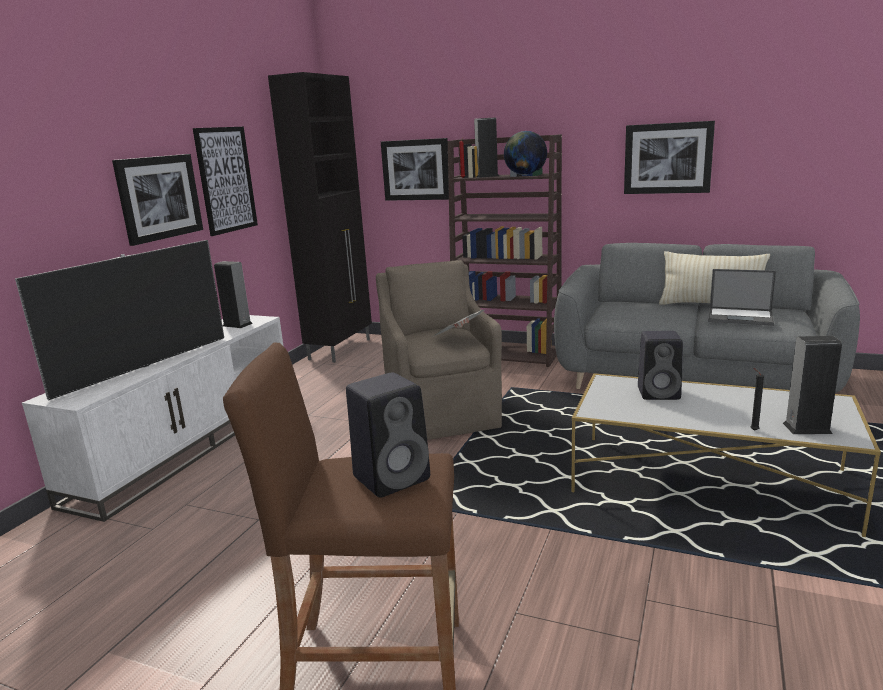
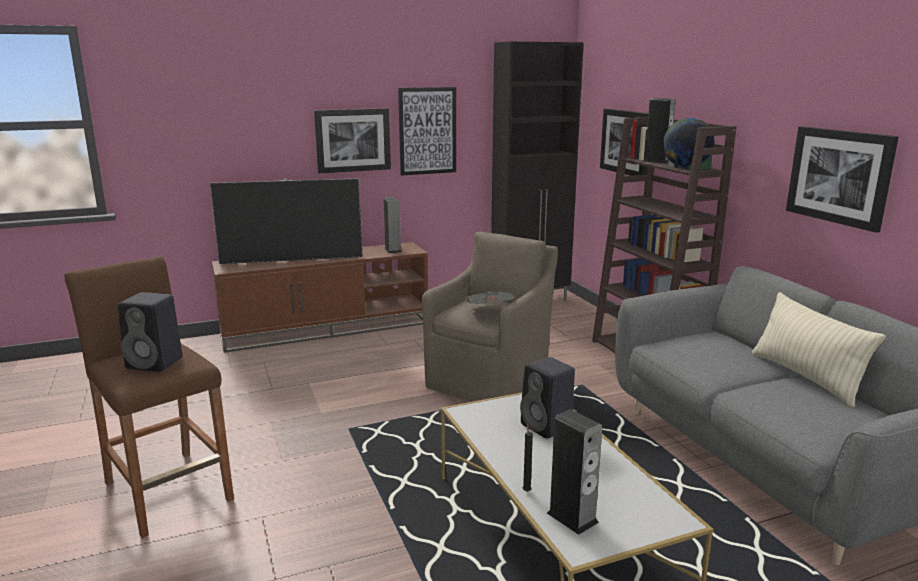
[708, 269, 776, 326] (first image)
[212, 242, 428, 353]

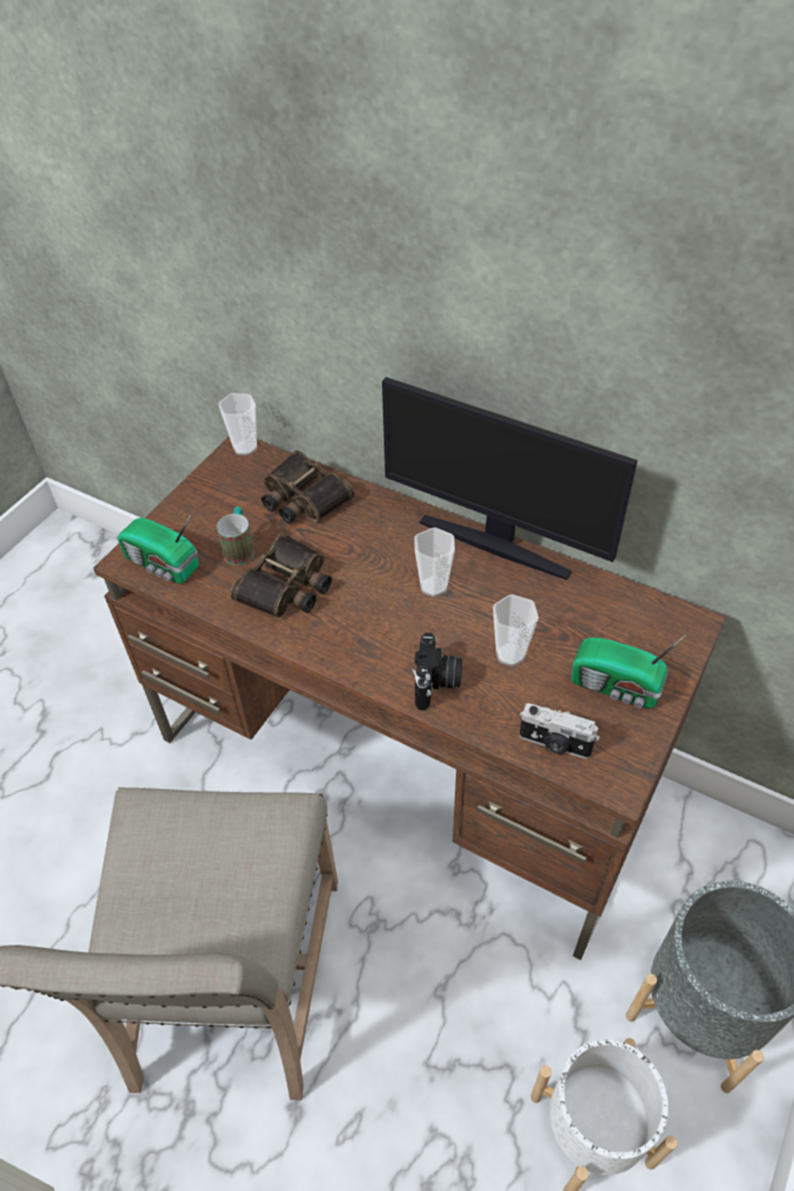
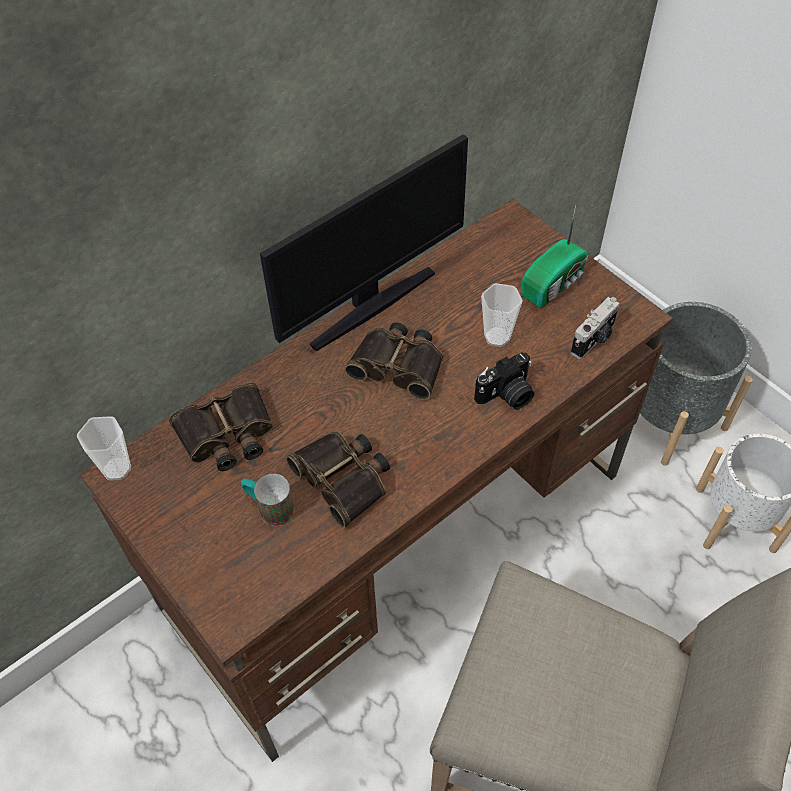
[118, 515, 199, 584] (first image)
[344, 322, 443, 400]
[474, 353, 534, 410]

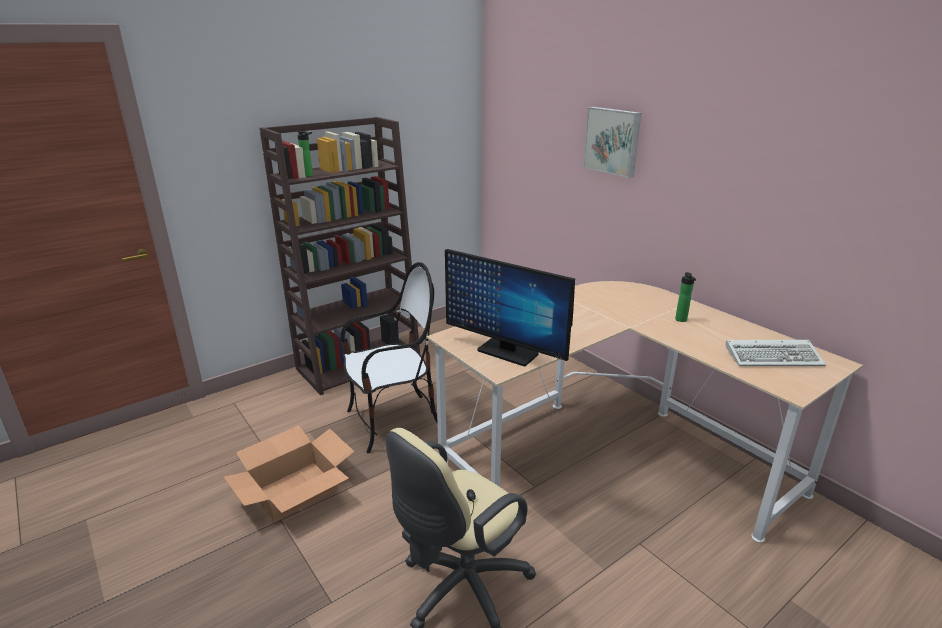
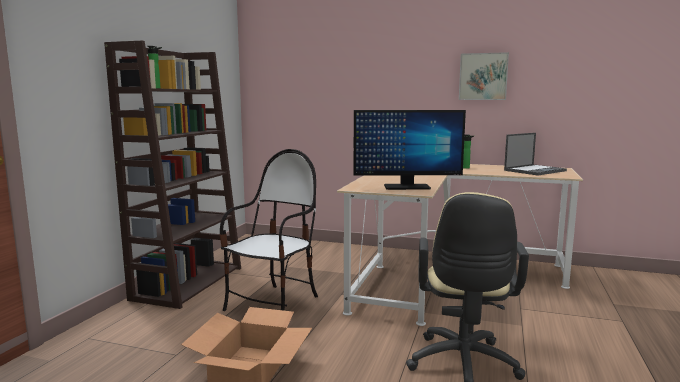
[459, 52, 509, 100]
[504, 133, 567, 175]

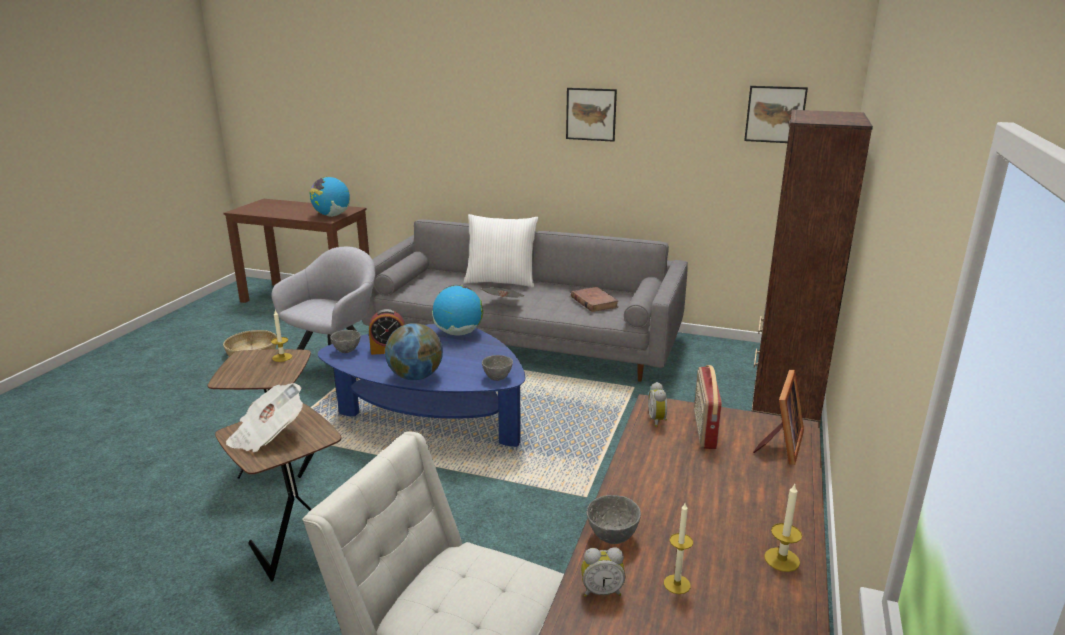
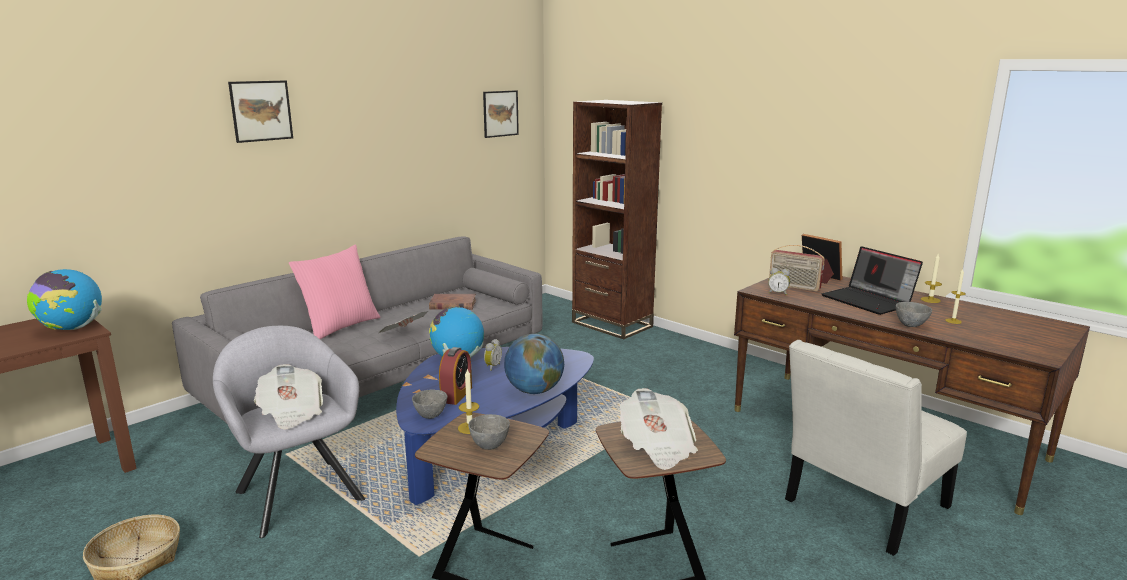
[254, 364, 323, 430]
[822, 246, 923, 315]
[468, 414, 510, 450]
[228, 81, 293, 143]
[484, 339, 502, 371]
[289, 245, 380, 339]

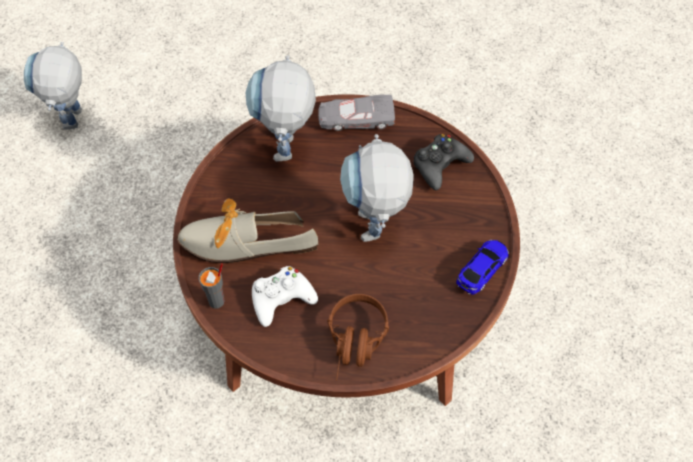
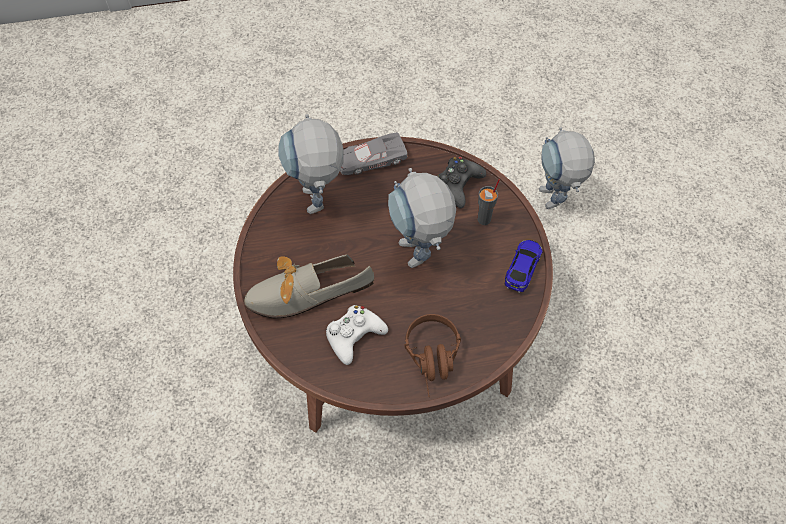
[539, 127, 595, 209]
[477, 179, 500, 225]

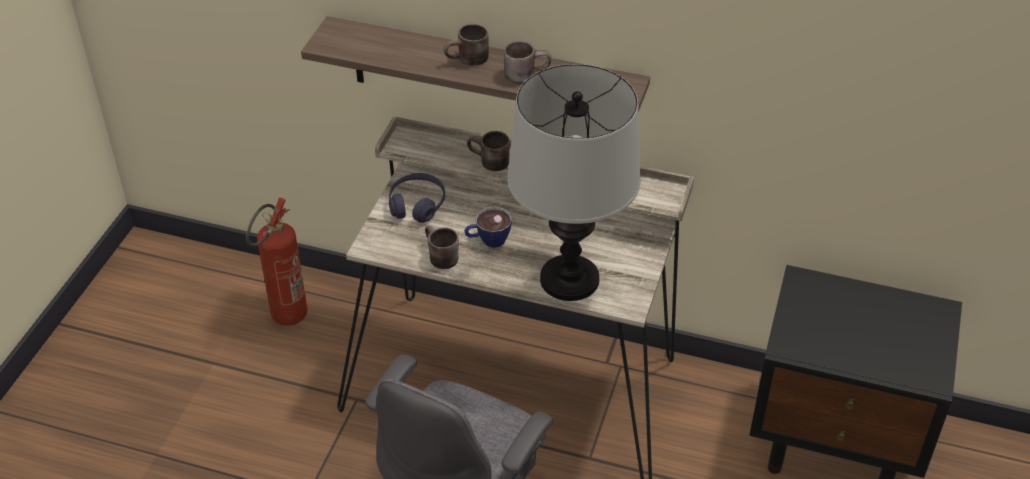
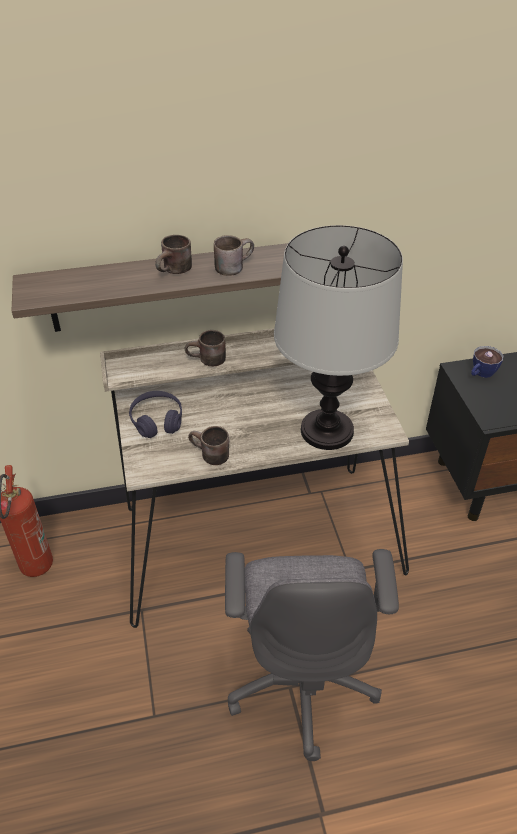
[471, 346, 503, 378]

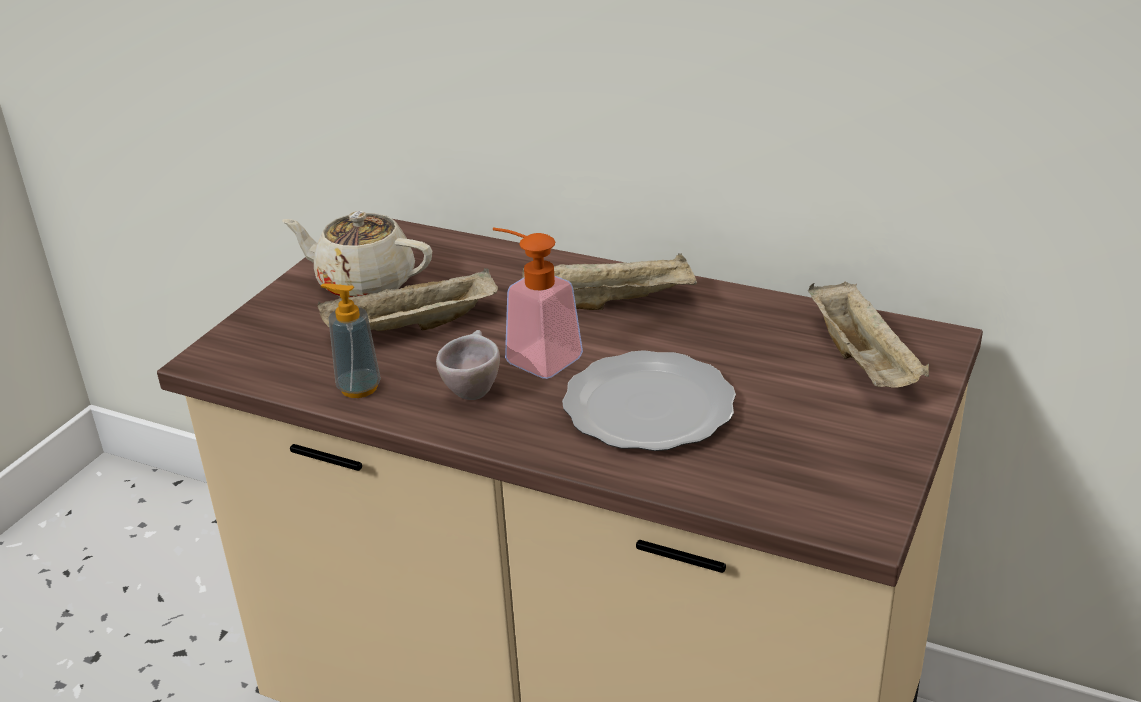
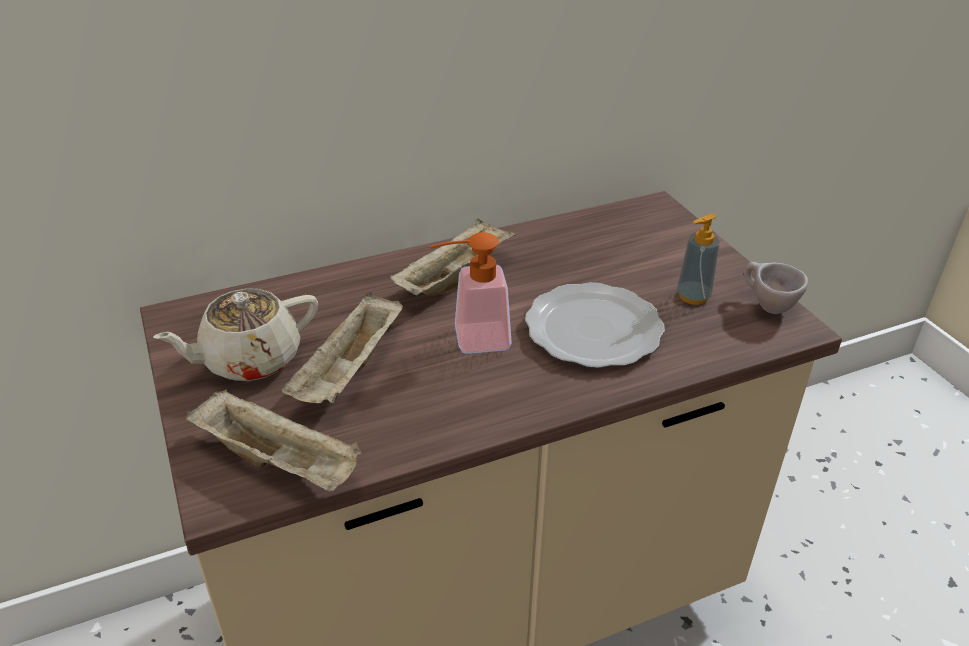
[677, 213, 720, 305]
[744, 262, 808, 314]
[186, 389, 361, 492]

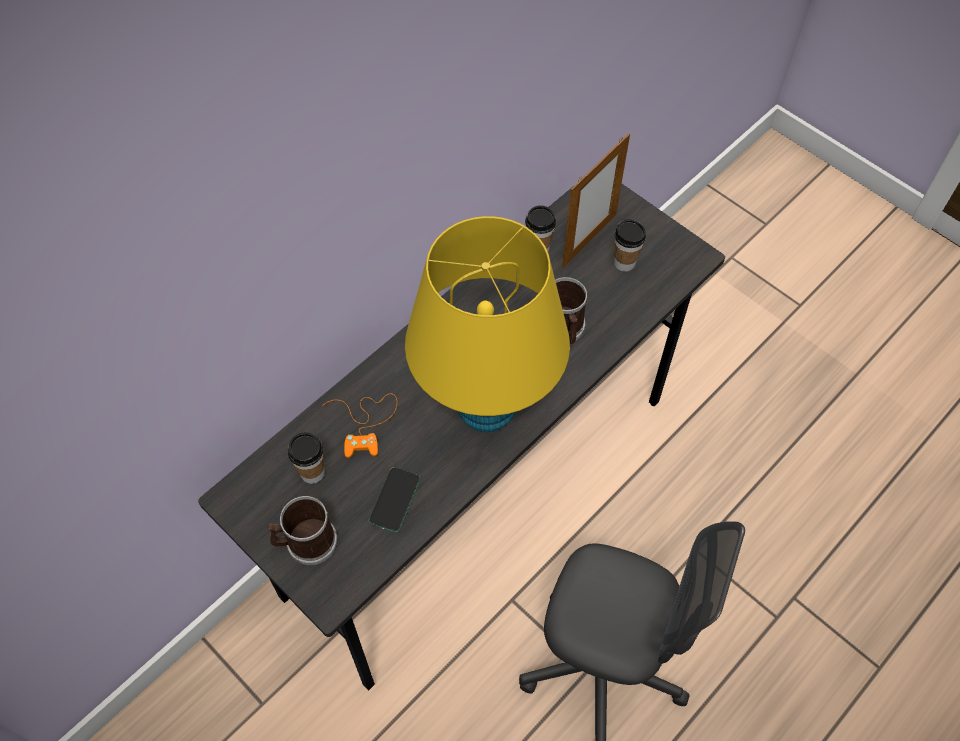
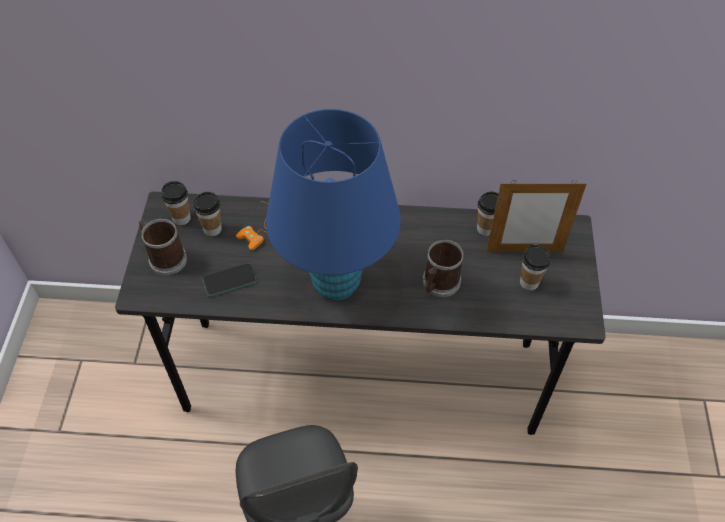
[161, 181, 191, 225]
[266, 109, 401, 301]

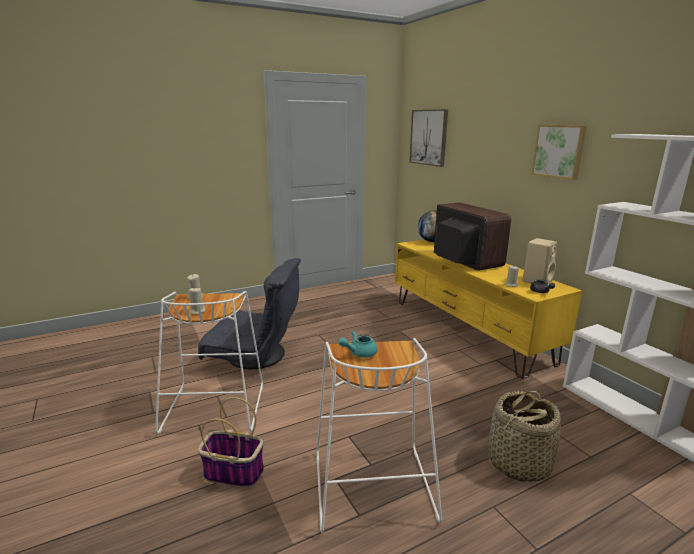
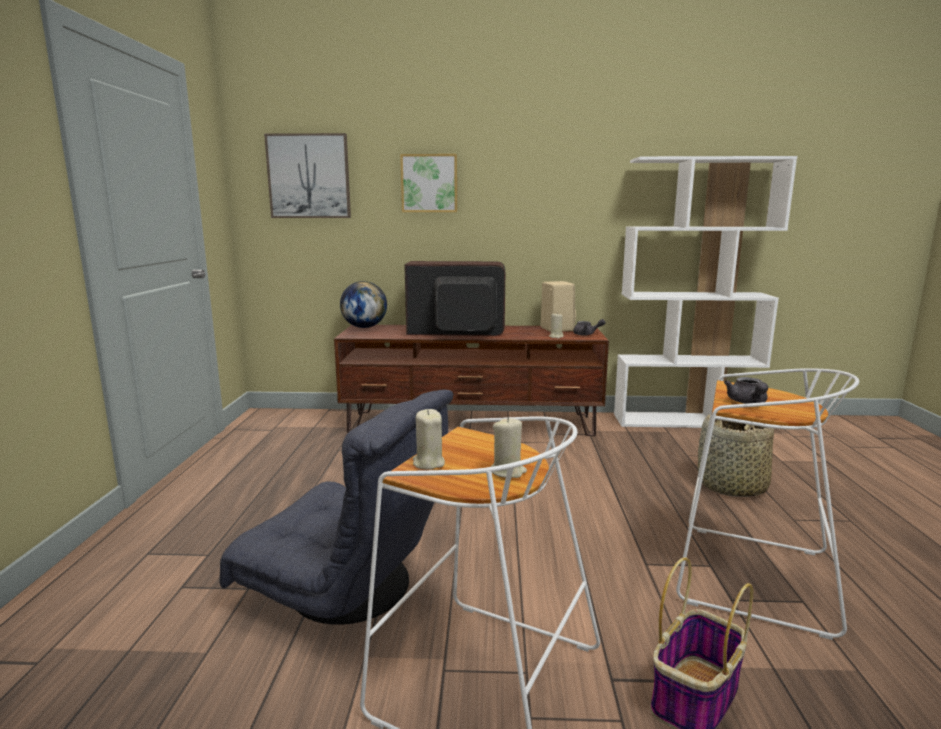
[400, 154, 457, 212]
[724, 377, 768, 404]
[334, 325, 609, 436]
[219, 390, 453, 625]

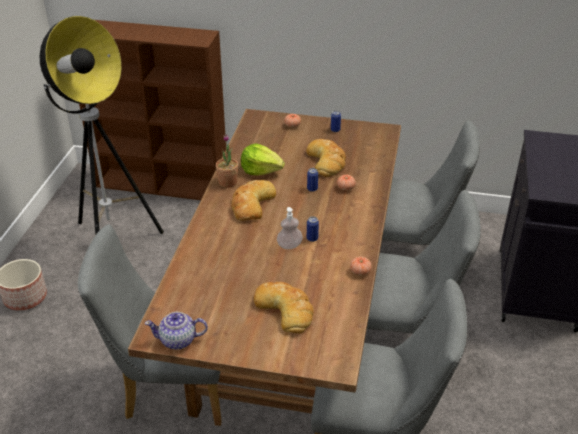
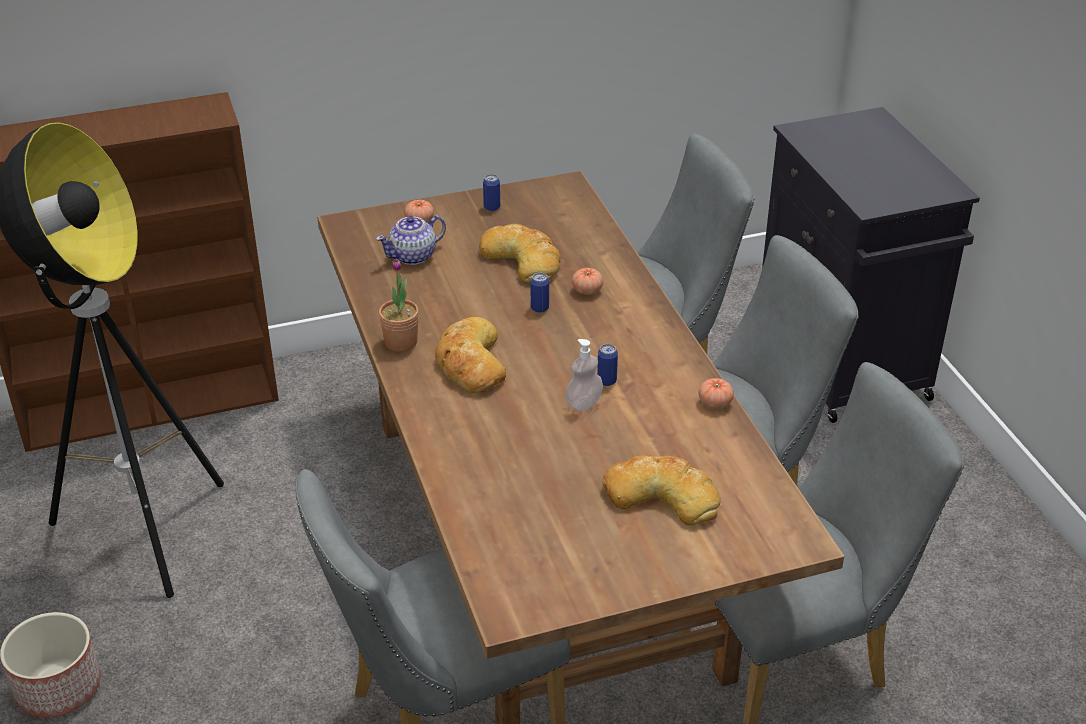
[241, 144, 285, 176] (first image)
[376, 215, 446, 265]

